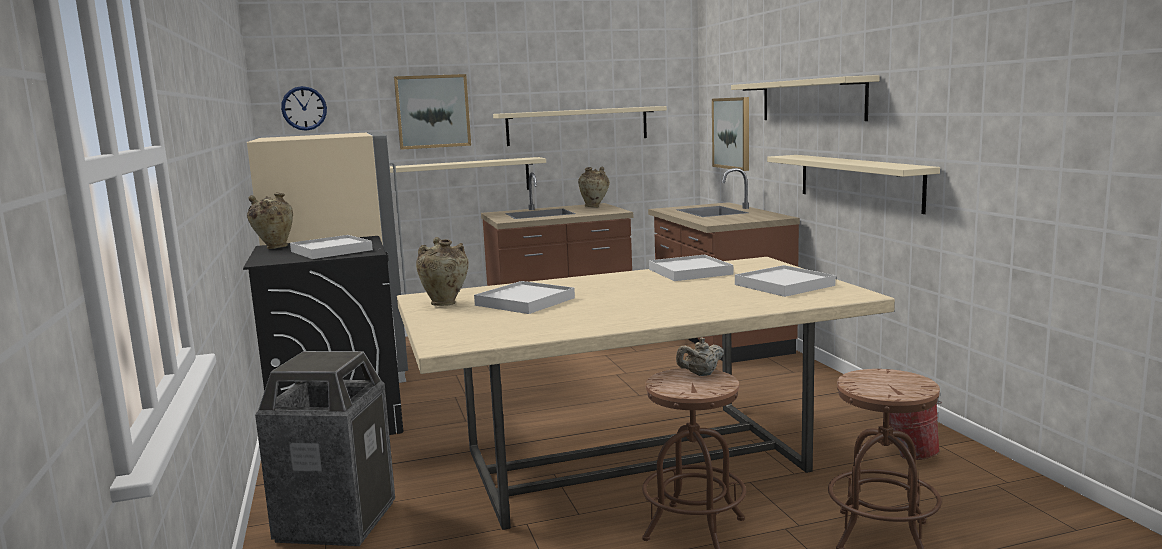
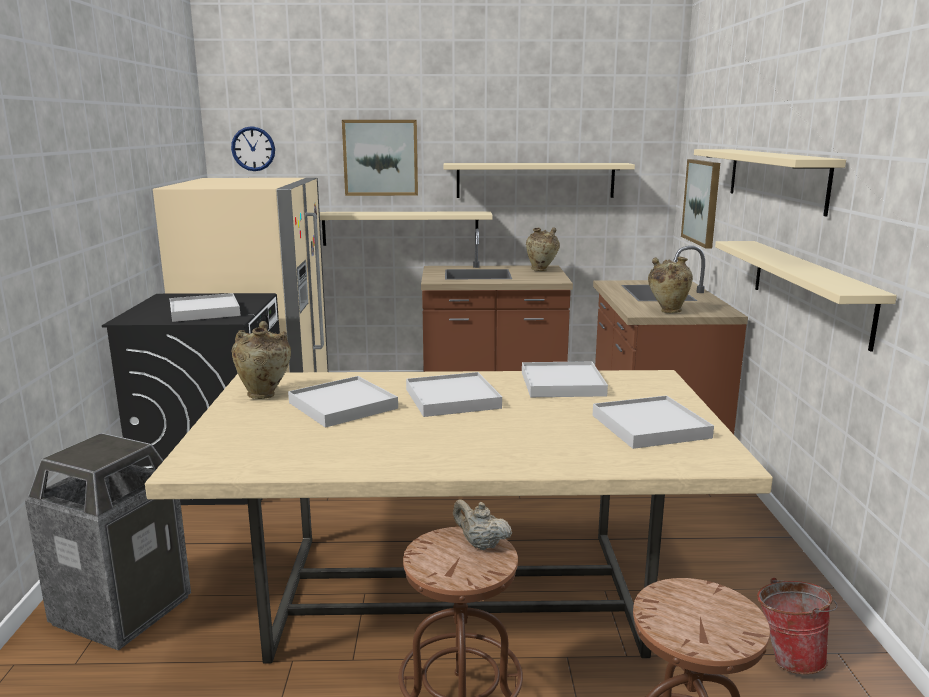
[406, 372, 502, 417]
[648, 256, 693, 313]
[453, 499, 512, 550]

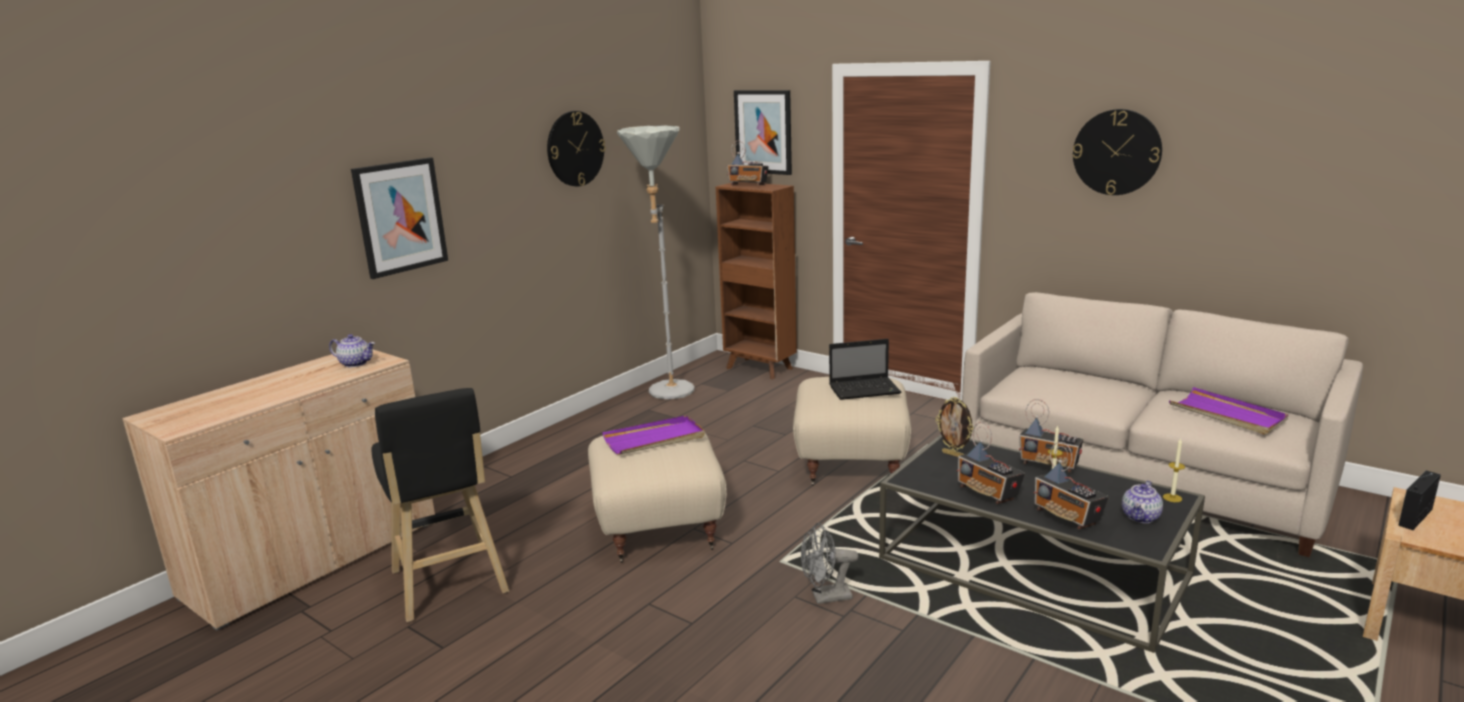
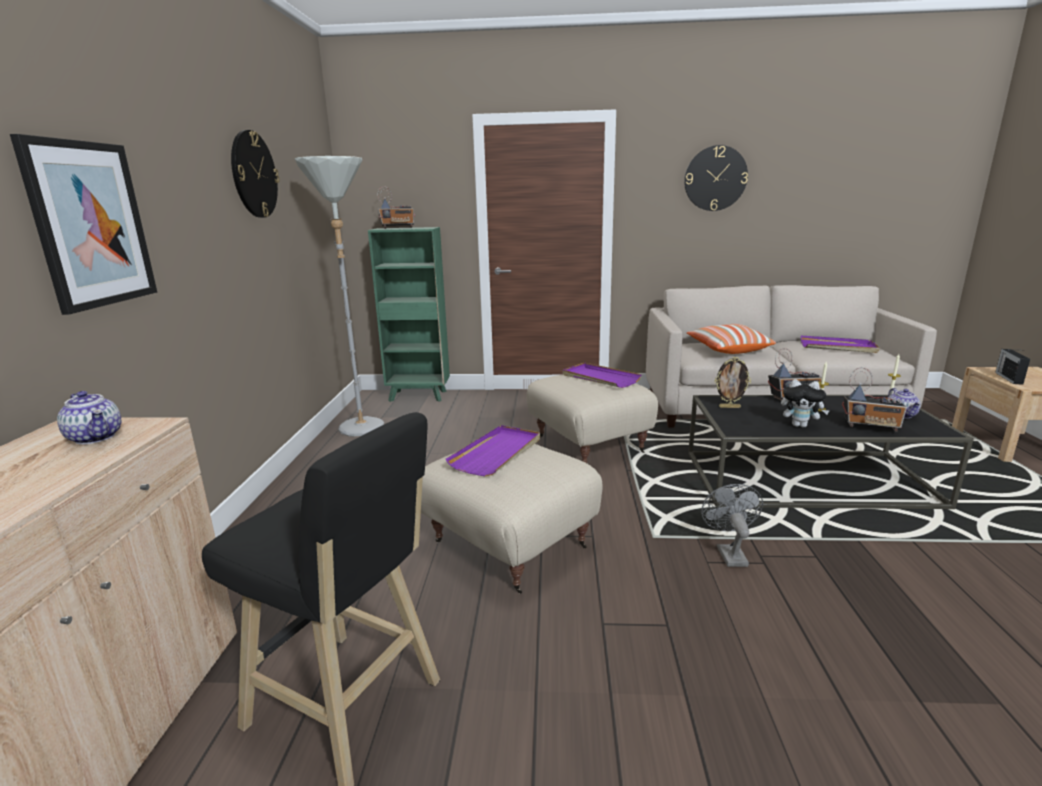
[734, 90, 792, 175] (first image)
[687, 324, 776, 354]
[563, 363, 642, 388]
[781, 379, 830, 428]
[368, 227, 450, 402]
[57, 391, 121, 444]
[701, 484, 763, 567]

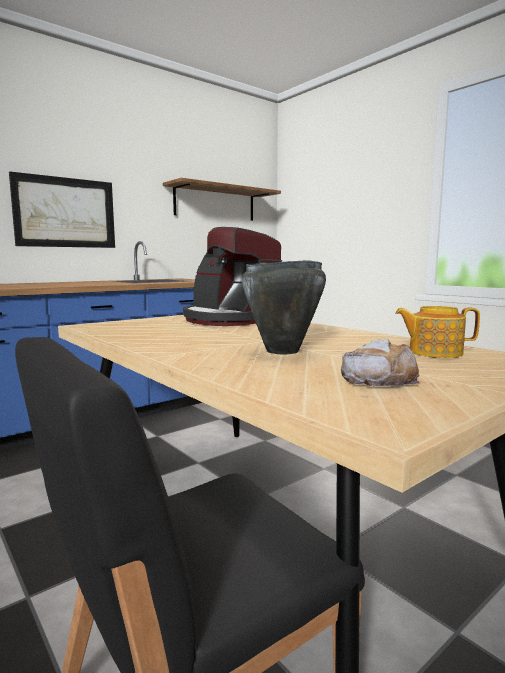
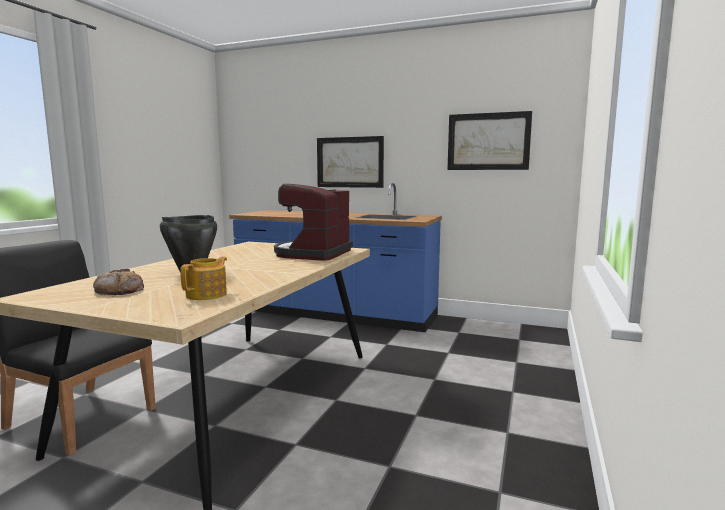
[447, 111, 532, 170]
[180, 257, 227, 300]

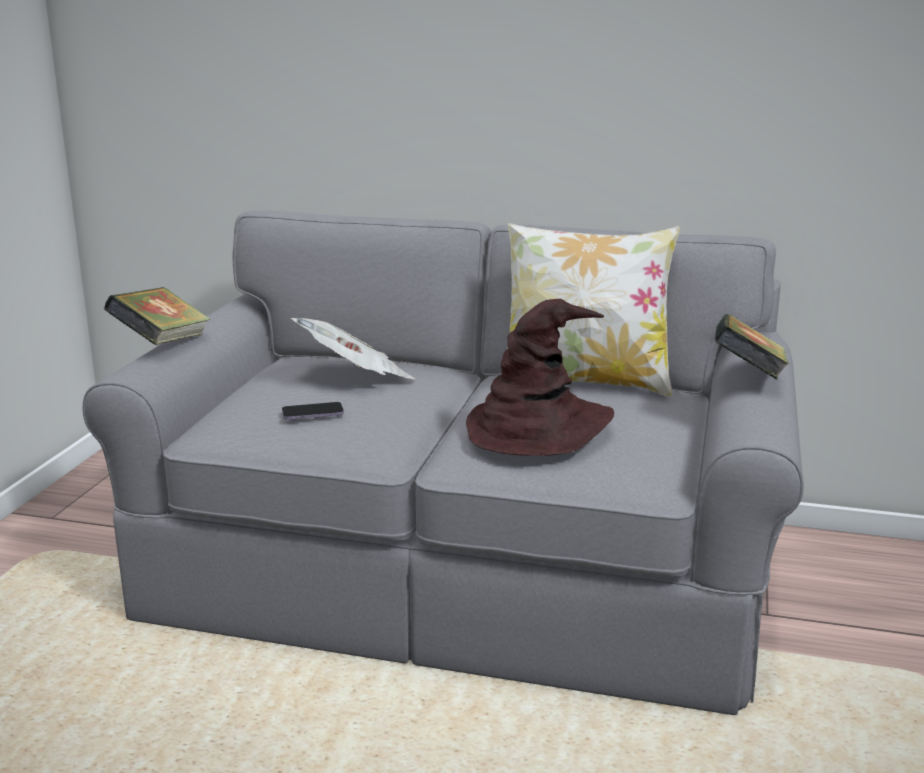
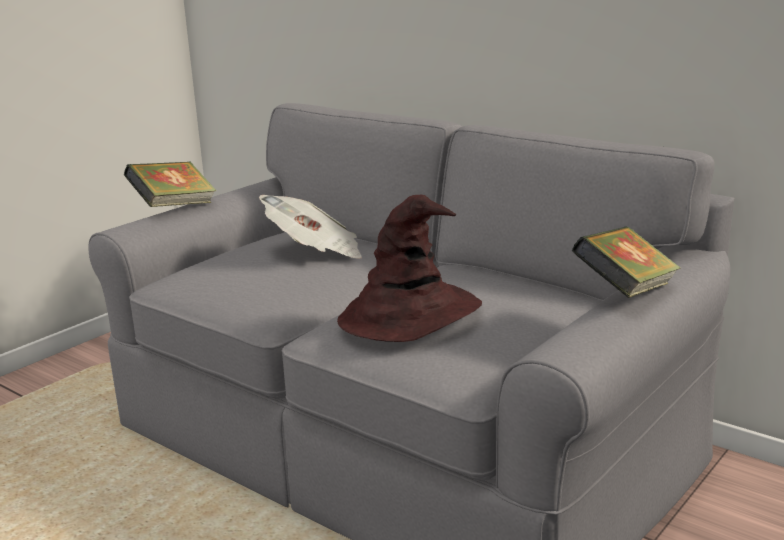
[282, 402, 344, 420] (first image)
[508, 223, 680, 397] (first image)

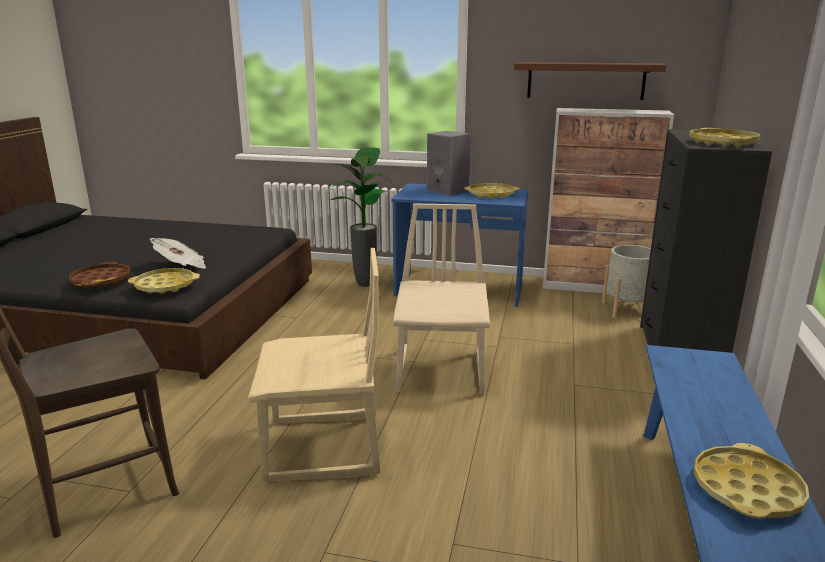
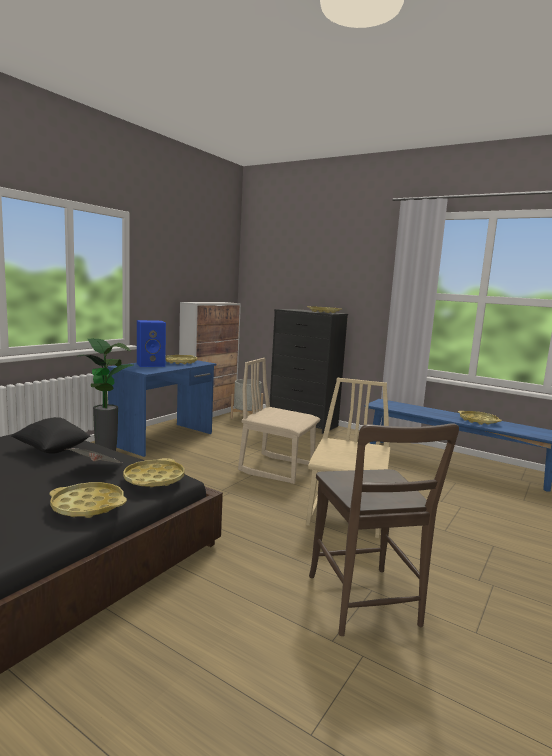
[514, 62, 666, 100] (first image)
[11, 417, 90, 454]
[49, 482, 127, 518]
[137, 320, 166, 367]

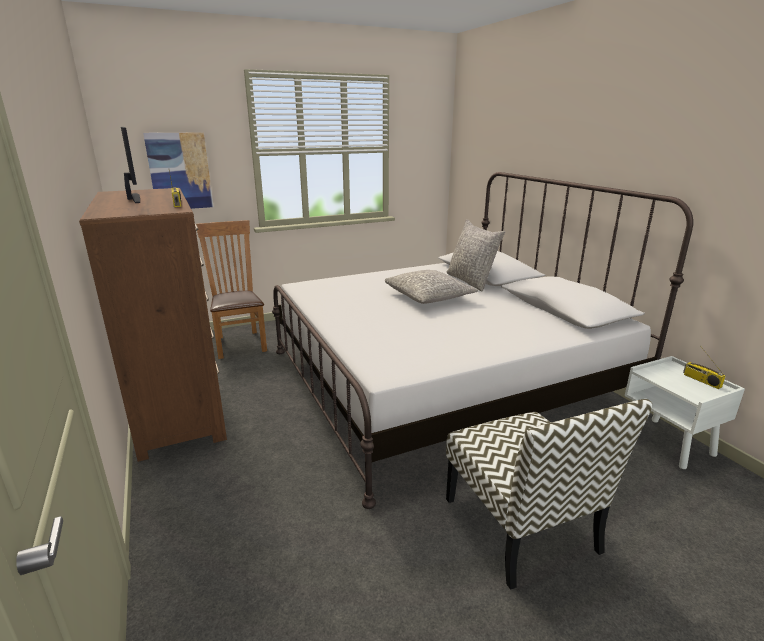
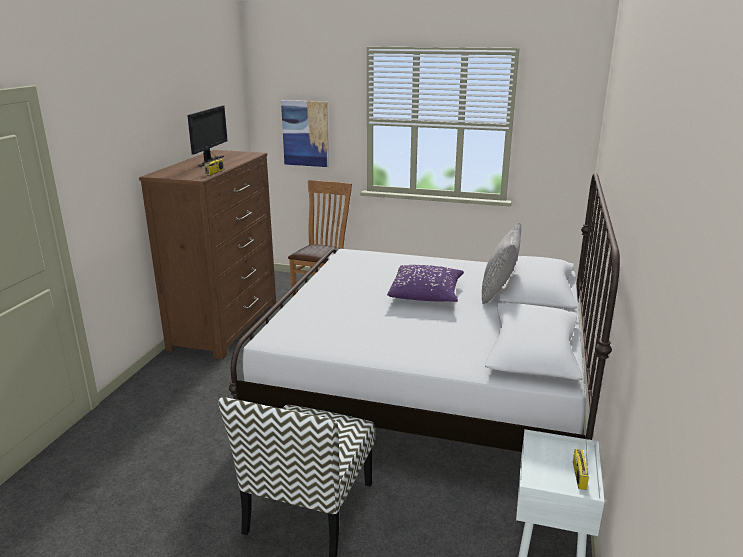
[387, 265, 464, 302]

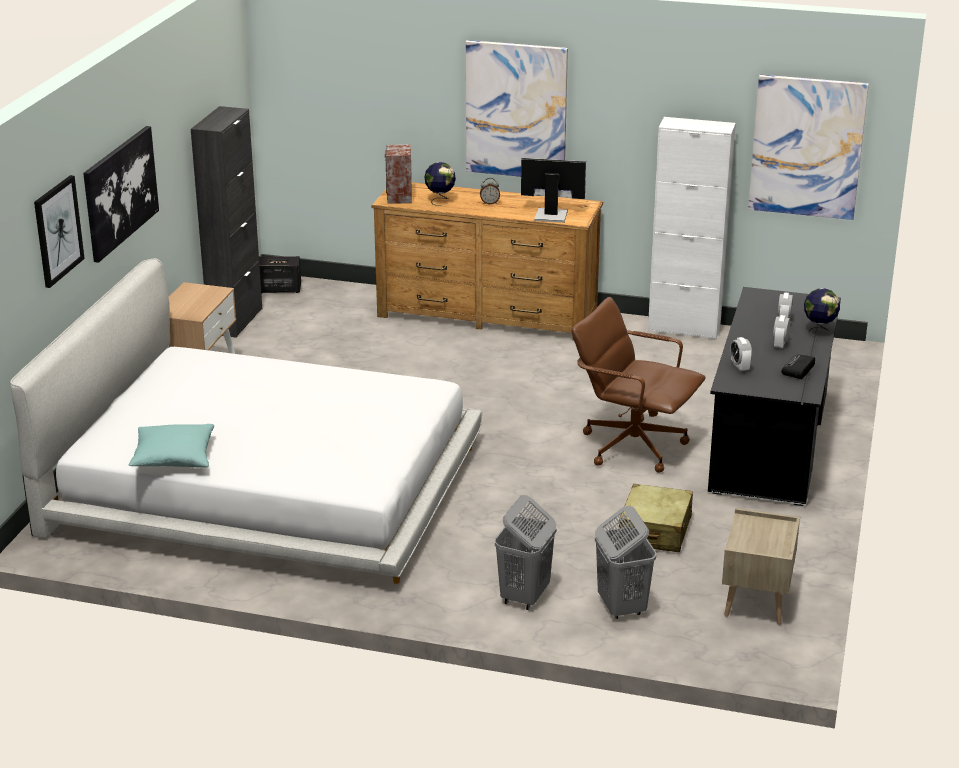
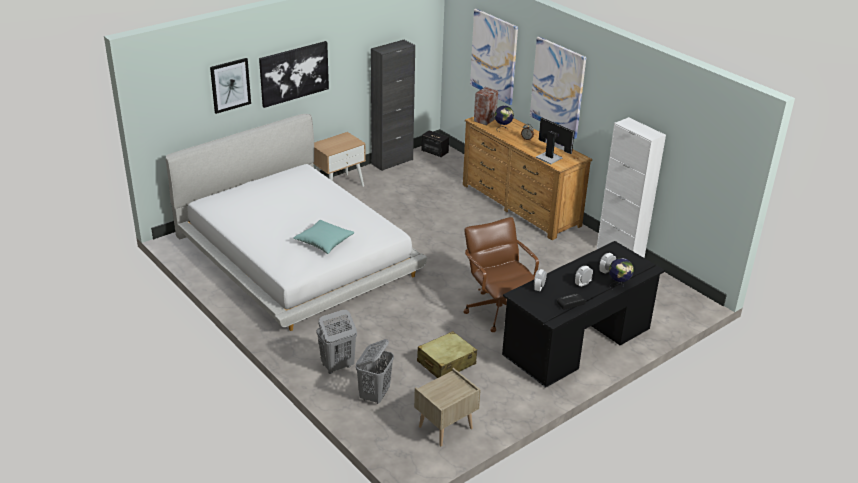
[294, 220, 354, 254]
[470, 9, 518, 105]

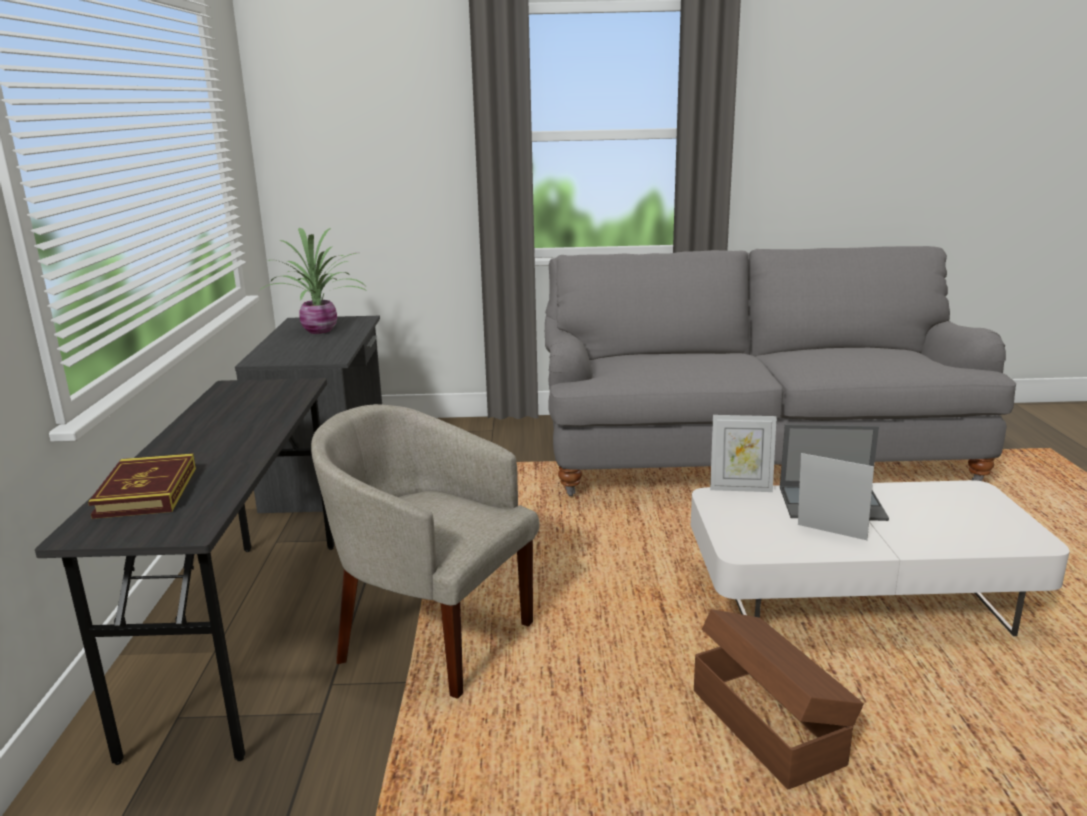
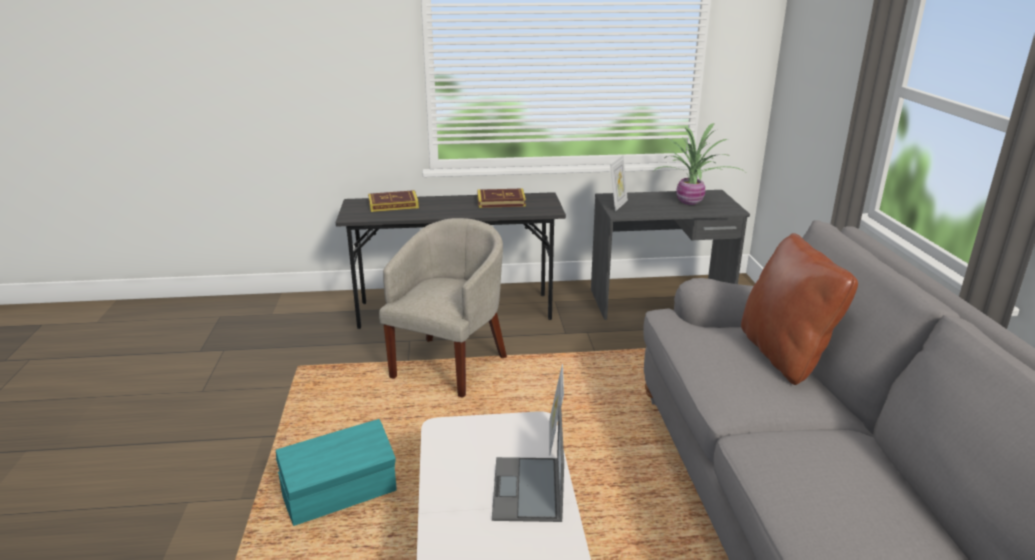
[477, 188, 526, 208]
[741, 233, 858, 385]
[610, 156, 628, 212]
[276, 419, 397, 526]

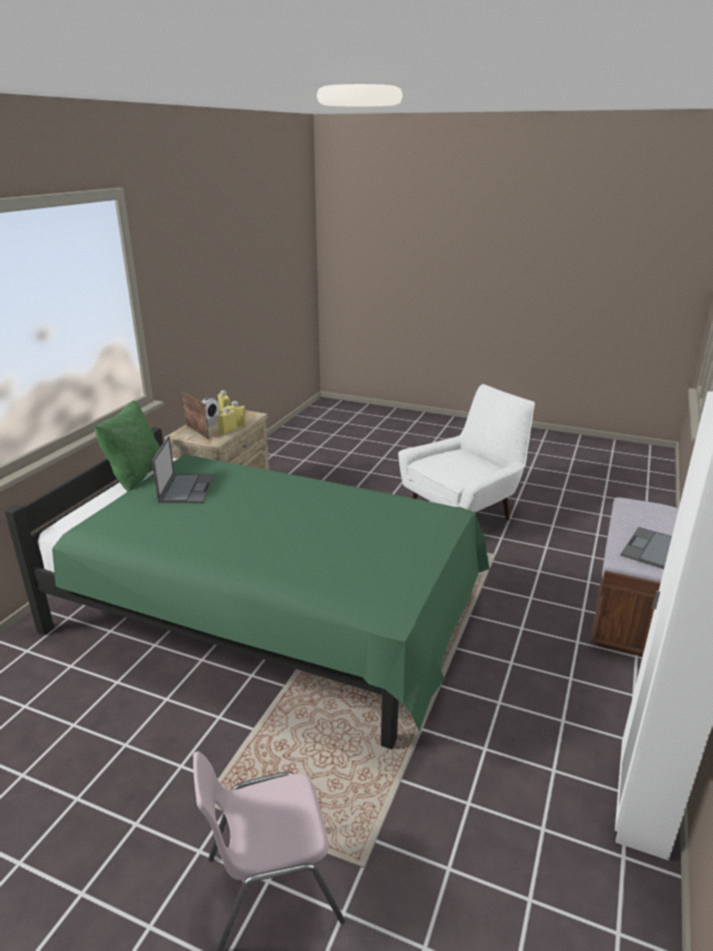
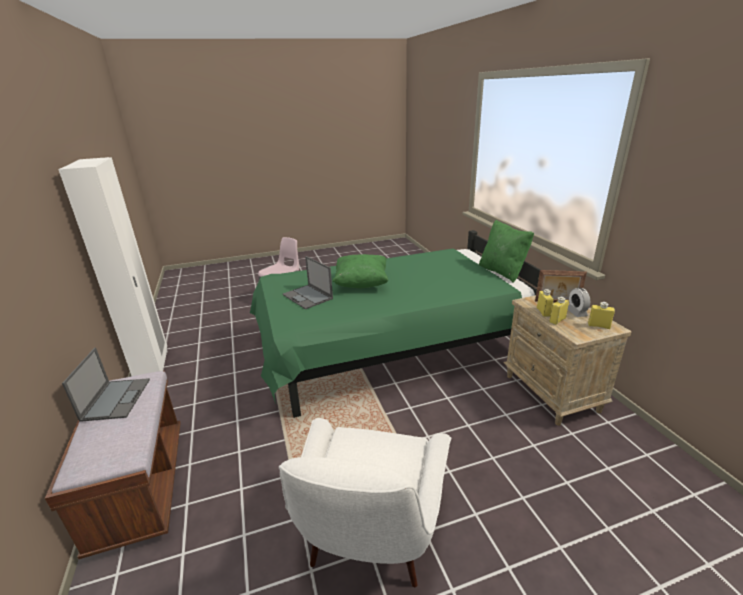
[333, 254, 388, 288]
[283, 256, 333, 310]

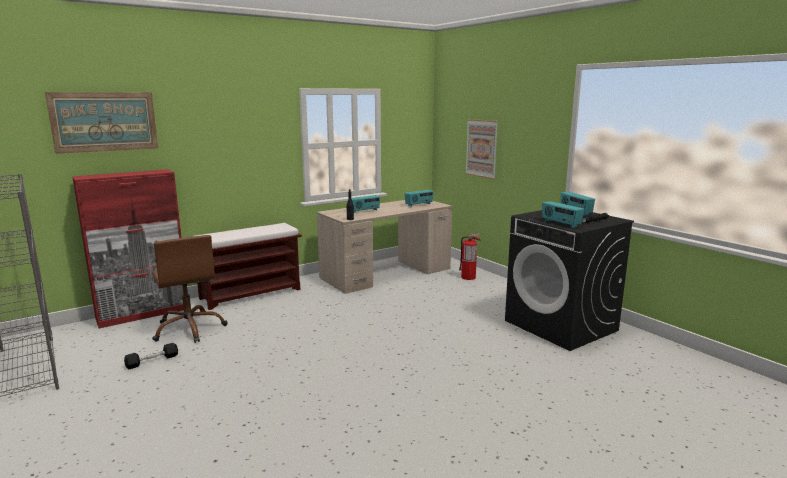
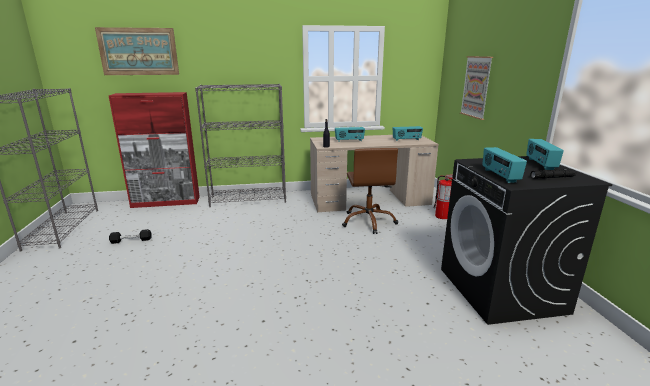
[342, 148, 398, 234]
[195, 84, 286, 207]

